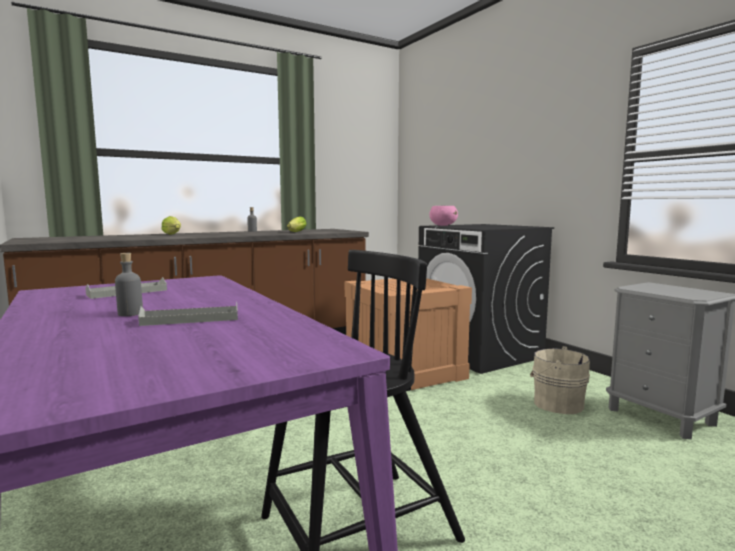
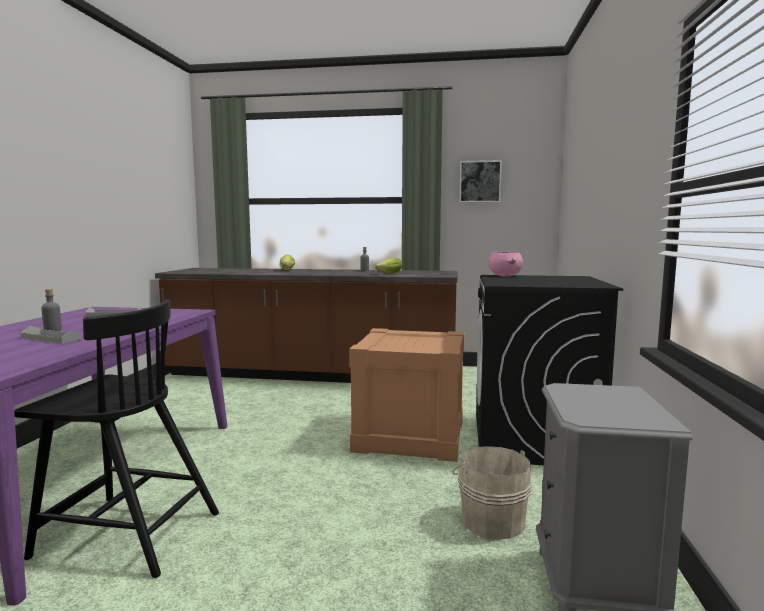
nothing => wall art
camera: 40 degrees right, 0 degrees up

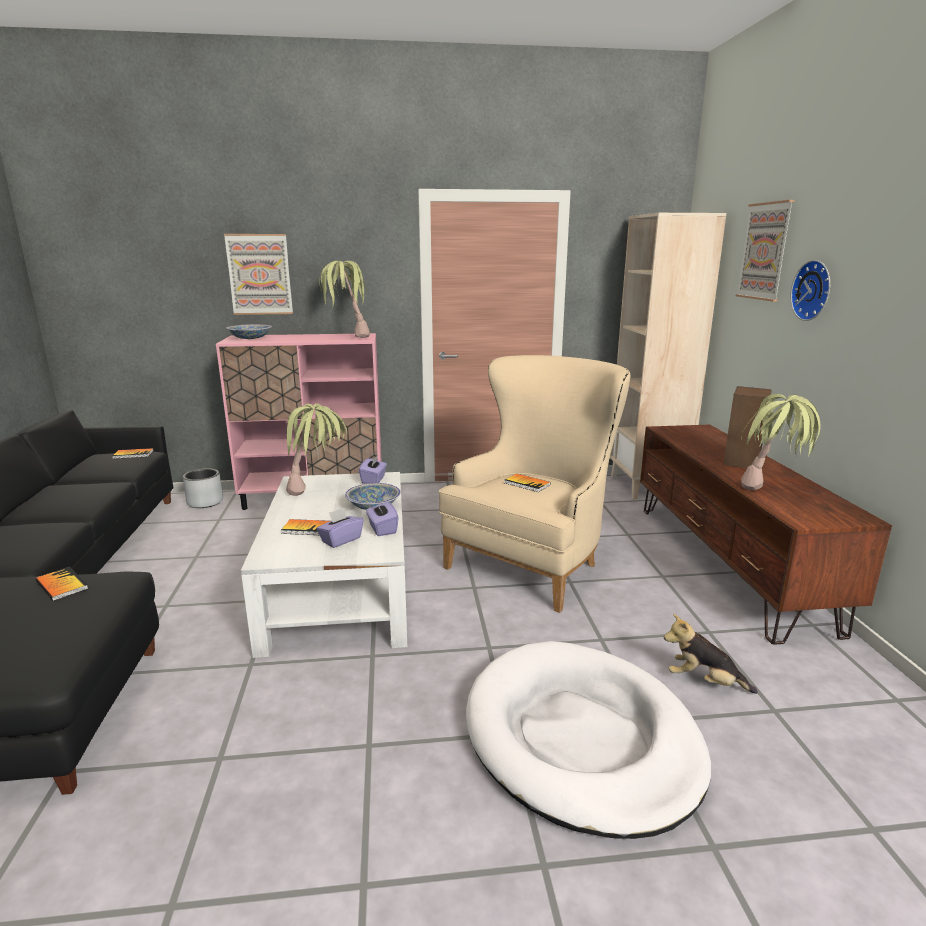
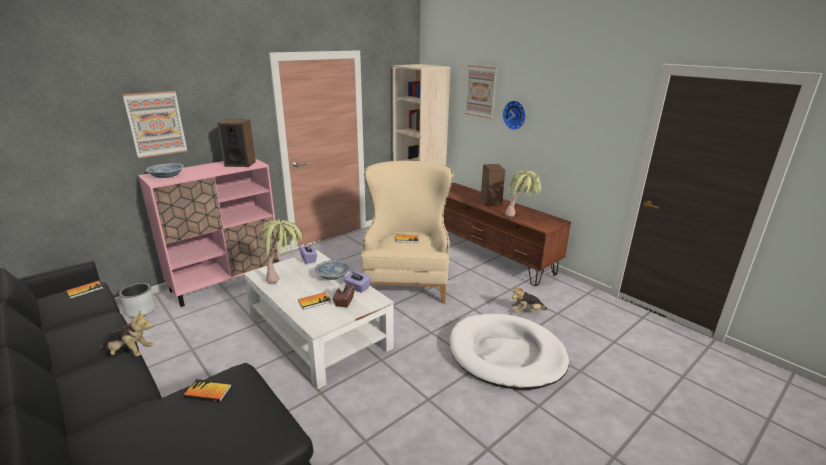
nothing => soft toy (no. 1 from left)
plant in a pot (no. 2 from left) => audio speaker (no. 1 from left)
box of tissues in purple-coloured (no. 1 from left) => box of tissues in brown-coloured
camera: 35 degrees left, 5 degrees up

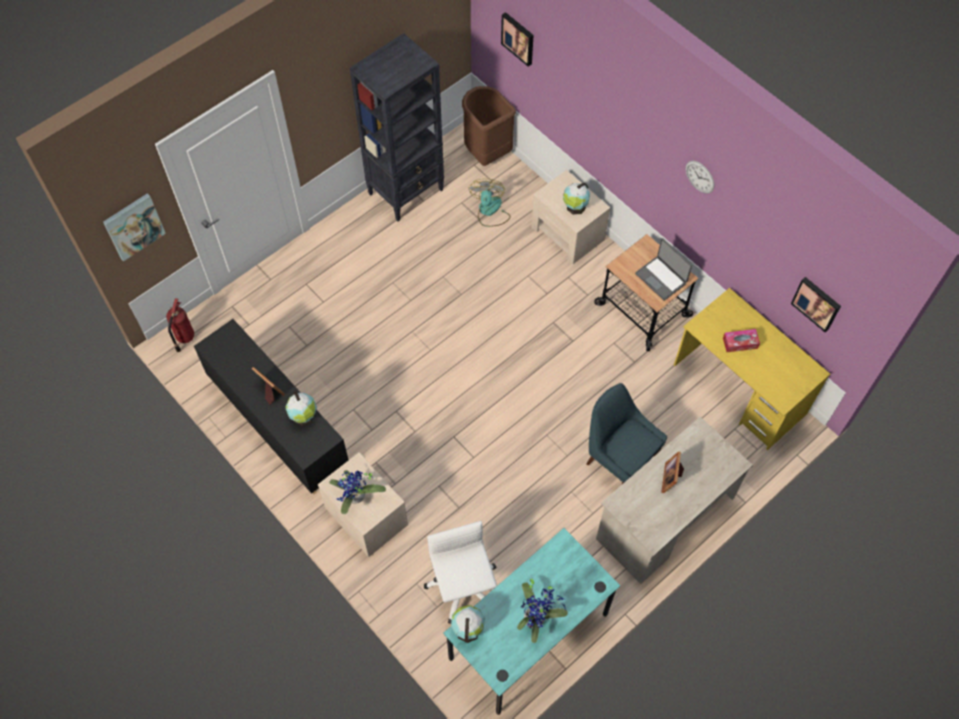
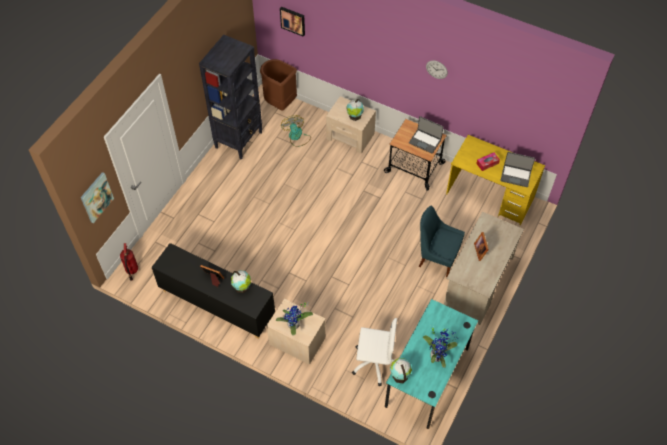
computer chair in whitish, 135 degrees clockwise
nothing => laptop (no. 2 from left)
wall art (no. 3 from left) => nothing
camera: 20 degrees left, 5 degrees down

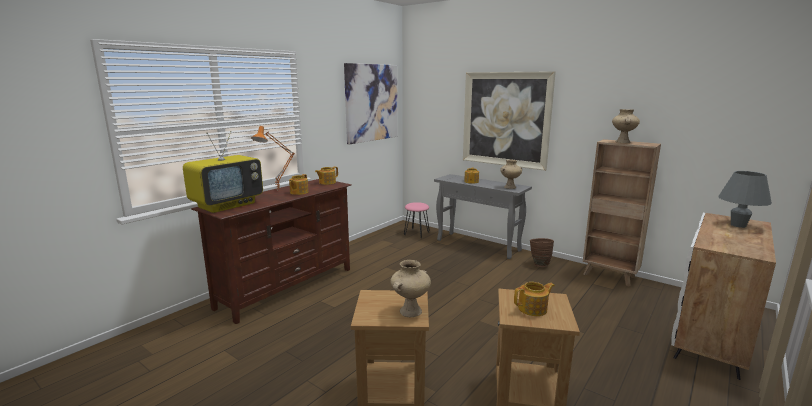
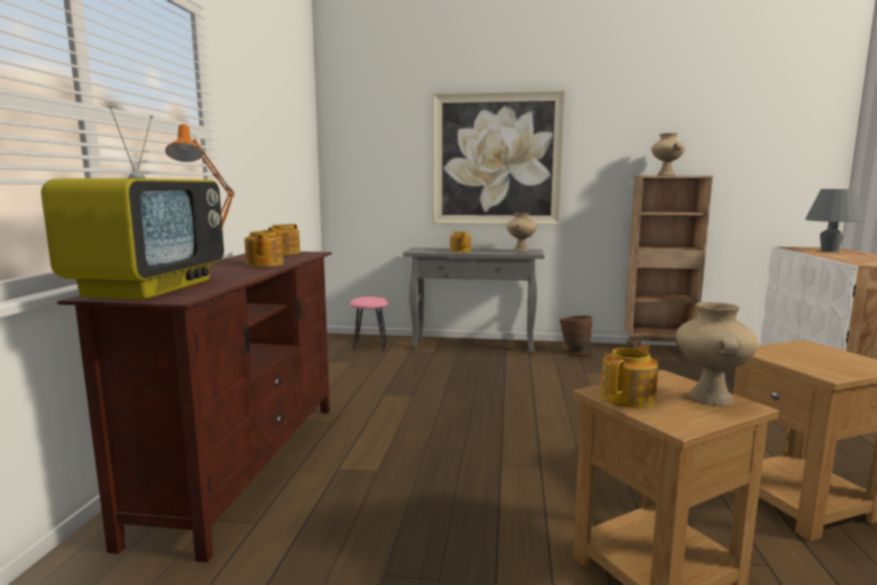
pot for tea (no. 4 from left), relocated
wall art (no. 1 from left) => nothing
camera: 30 degrees left, 5 degrees down

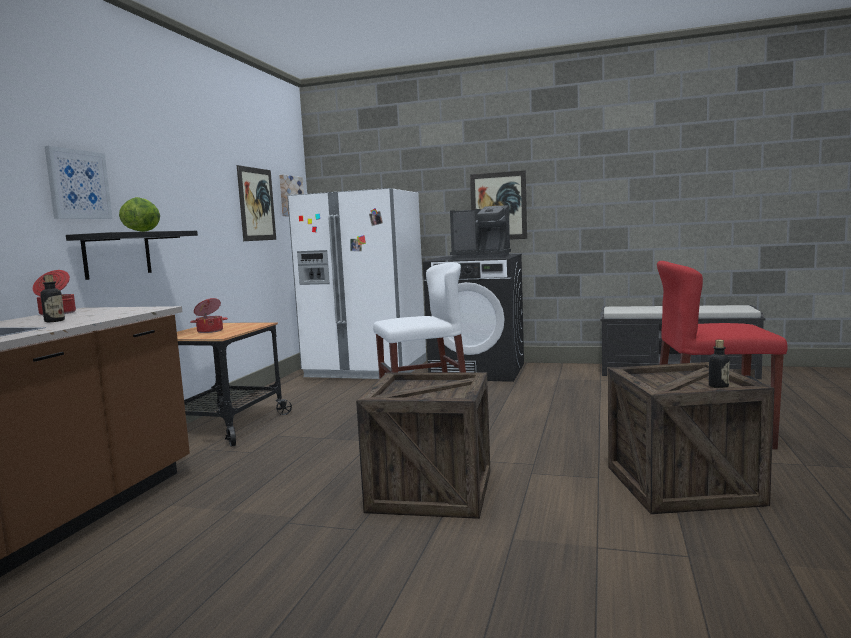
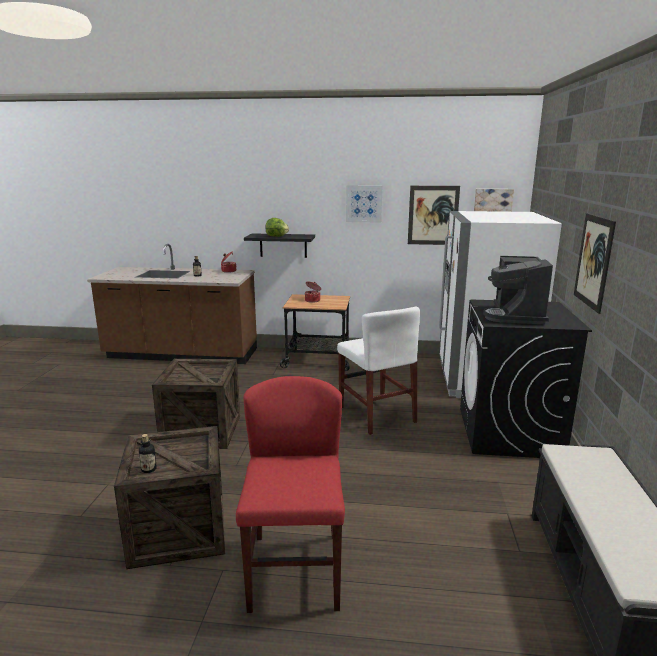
wall art (no. 1 from left), relocated
camera: 80 degrees right, 10 degrees up

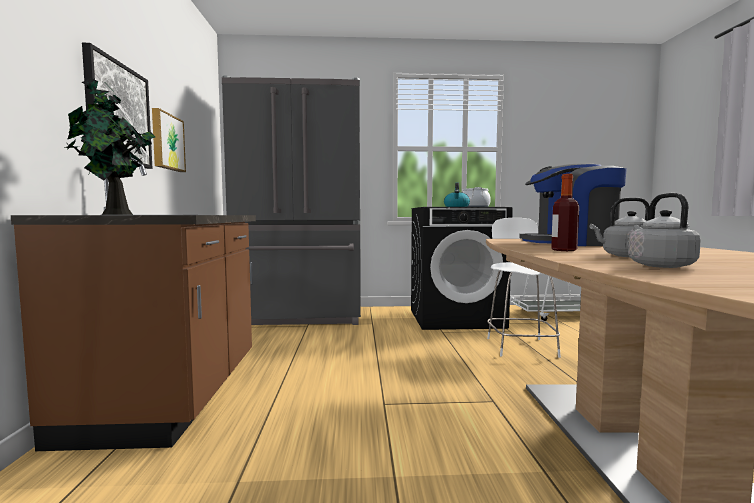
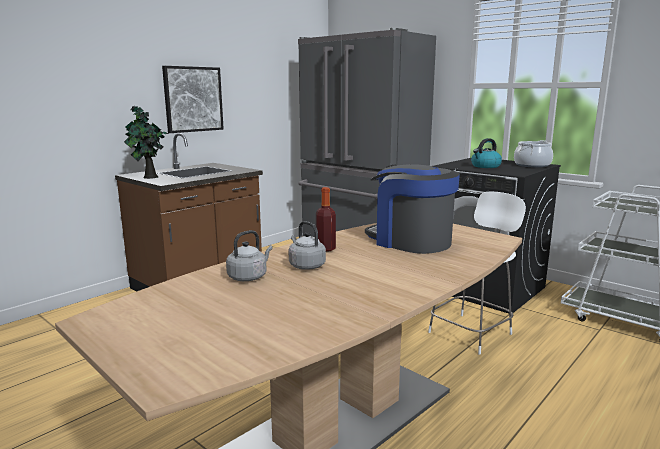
wall art (no. 2 from left) => nothing
camera: 45 degrees right, 10 degrees up

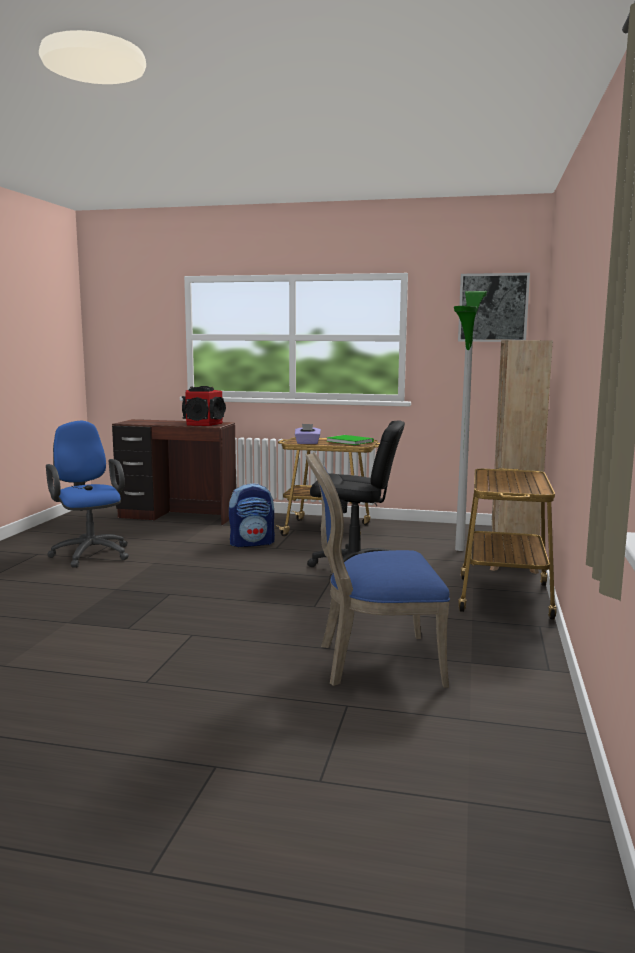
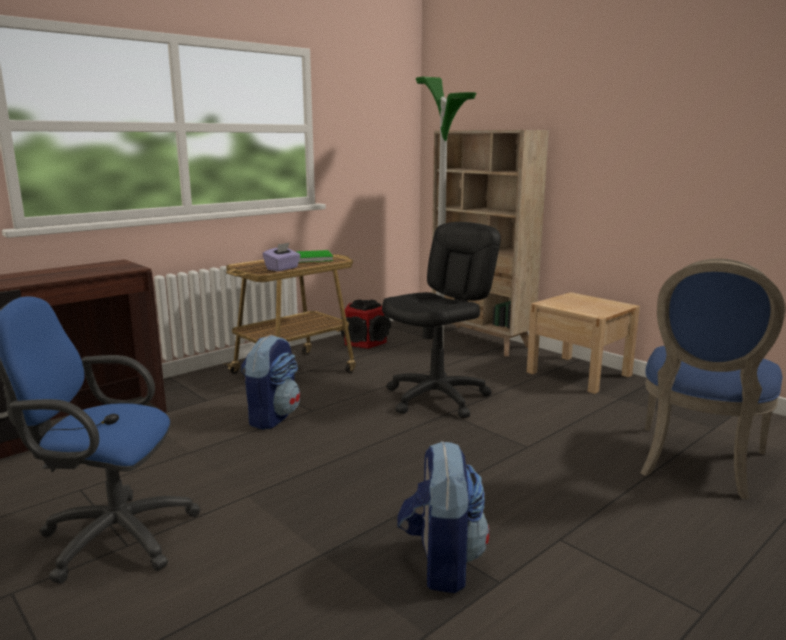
audio speaker, relocated
nothing => rucksack (no. 2 from left)
cart (no. 2 from left) => bedside table in sand-coloured
wall art => nothing
camera: 55 degrees left, 5 degrees up

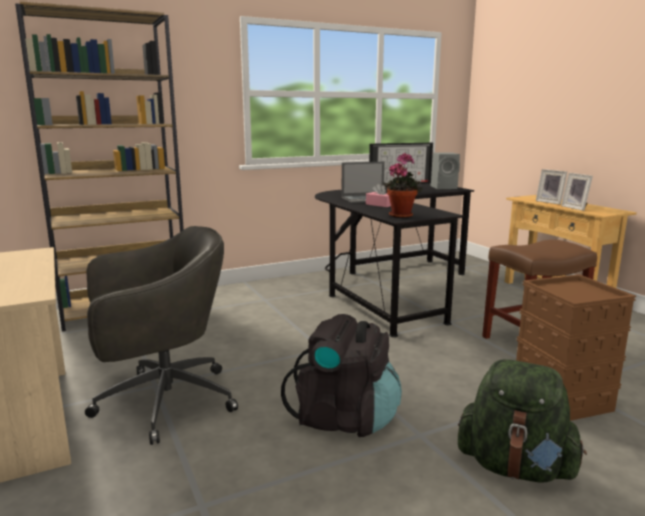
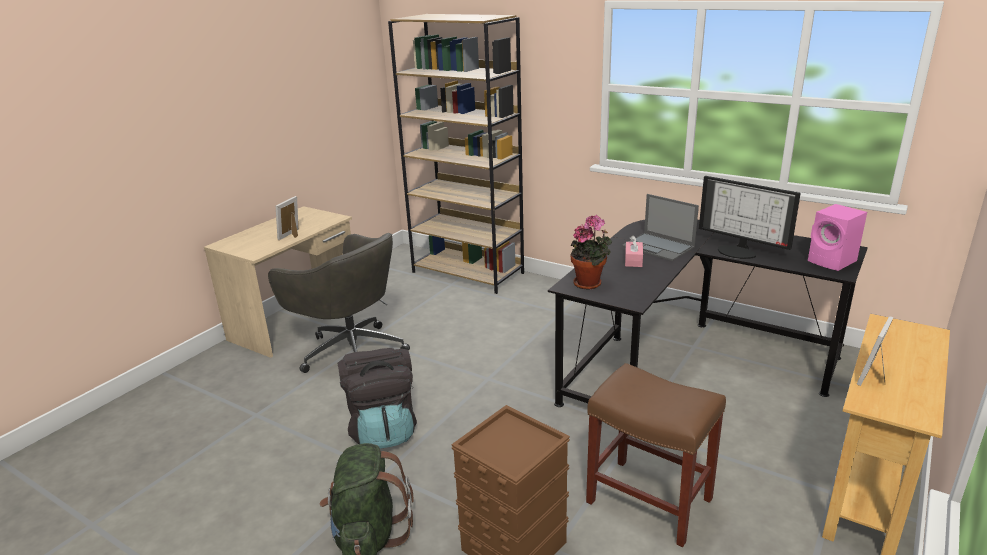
standing frame (no. 1 from left), relocated
audio speaker in grey => audio speaker in pink
camera: 60 degrees right, 10 degrees up

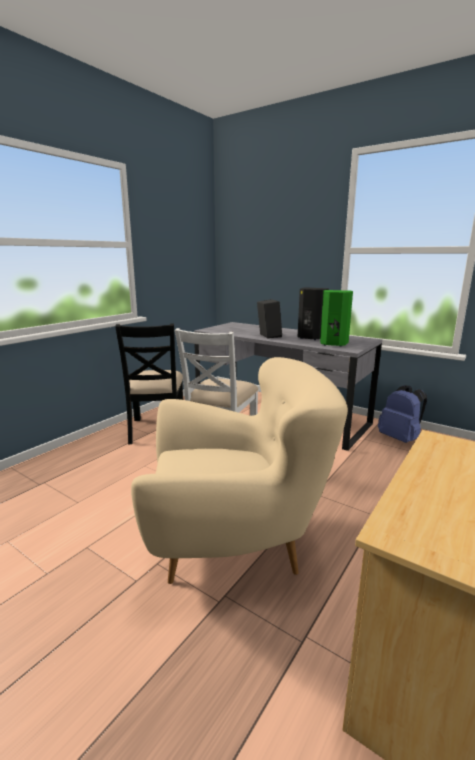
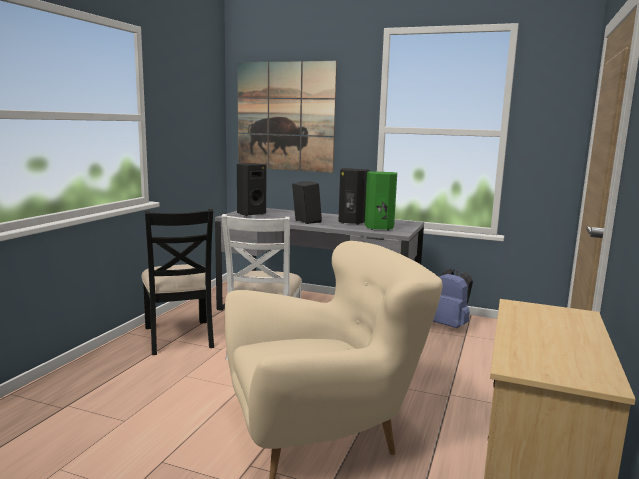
nothing => wall art
nothing => audio speaker in black (no. 1 from left)
camera: 15 degrees left, 5 degrees down

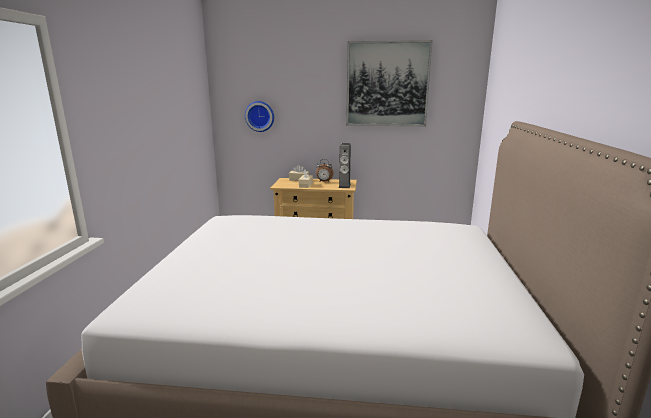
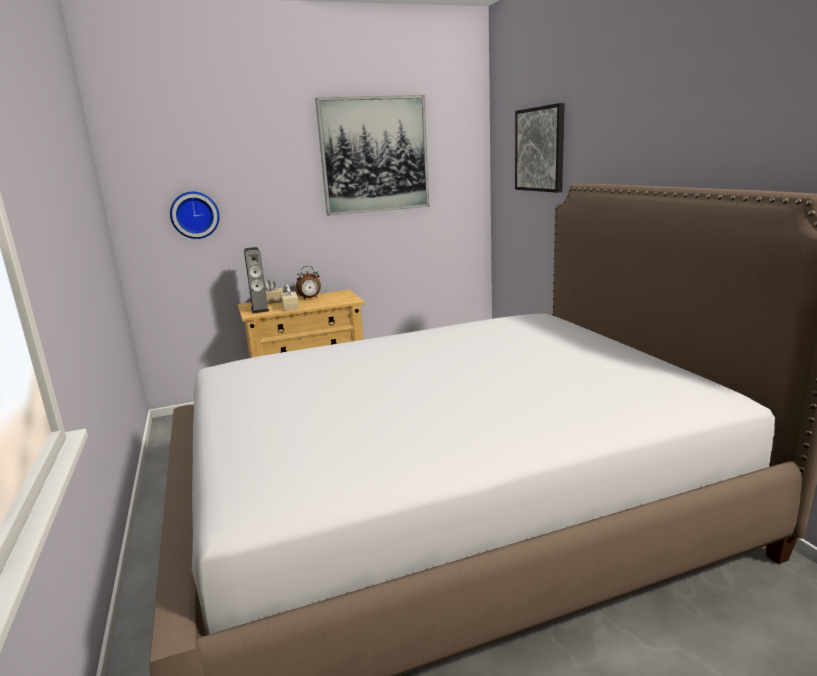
audio speaker, relocated
nothing => wall art (no. 2 from left)
camera: 25 degrees left, 0 degrees up

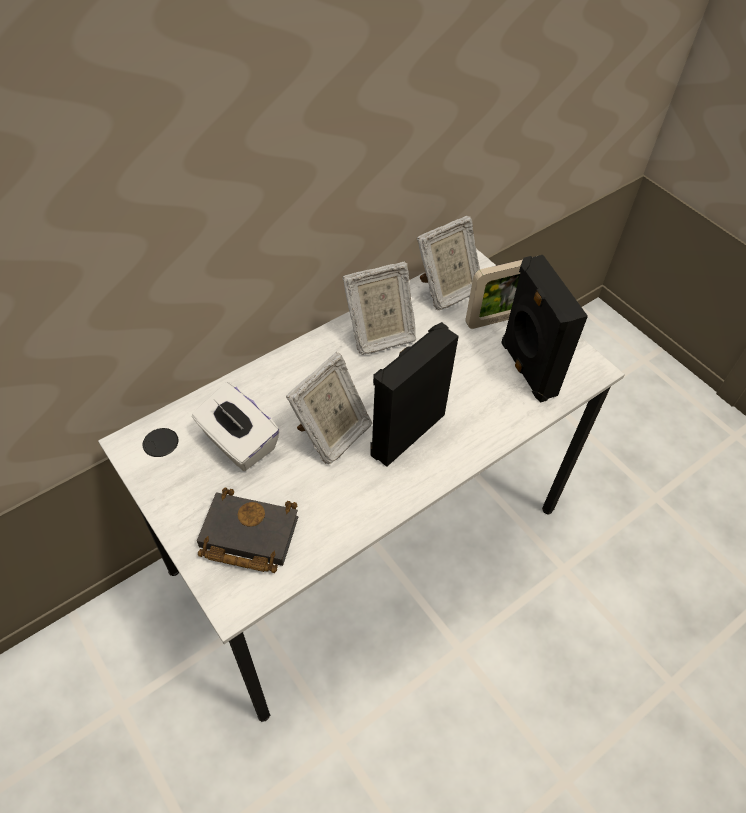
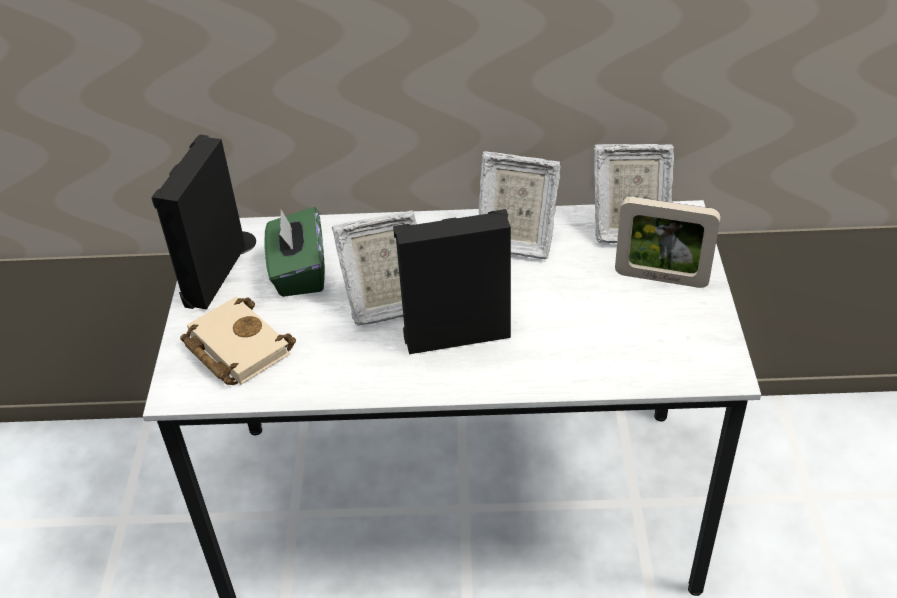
audio speaker in black (no. 2 from left in the first image) => audio speaker in black (no. 1 from left), relocated
volume in black => volume in sand-coloured
box of tissues in whitish => box of tissues in green
camera: 40 degrees right, 10 degrees down

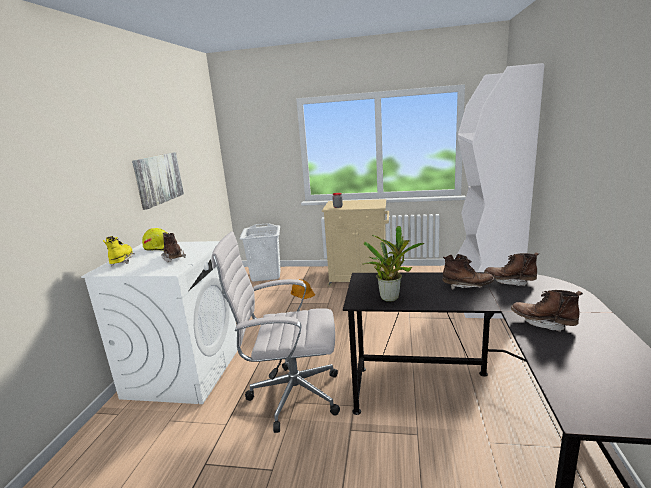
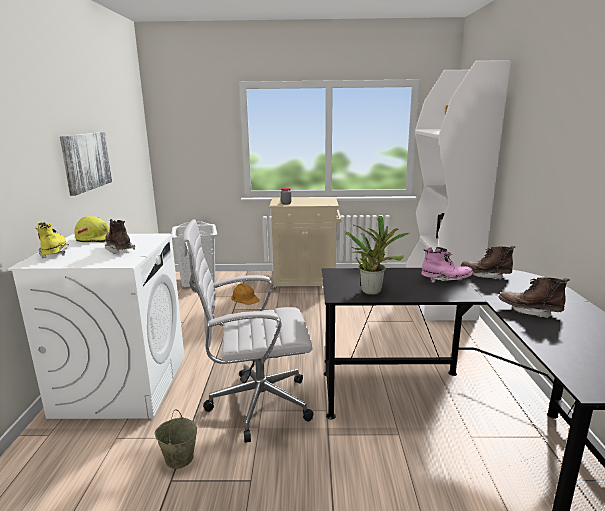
nothing => water bucket in sand-coloured
tall boot in brown-coloured (no. 2 from left) => tall boot in pink
camera: 10 degrees left, 0 degrees up

